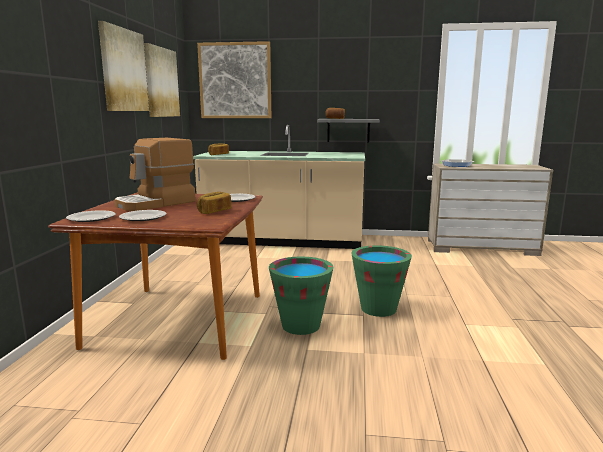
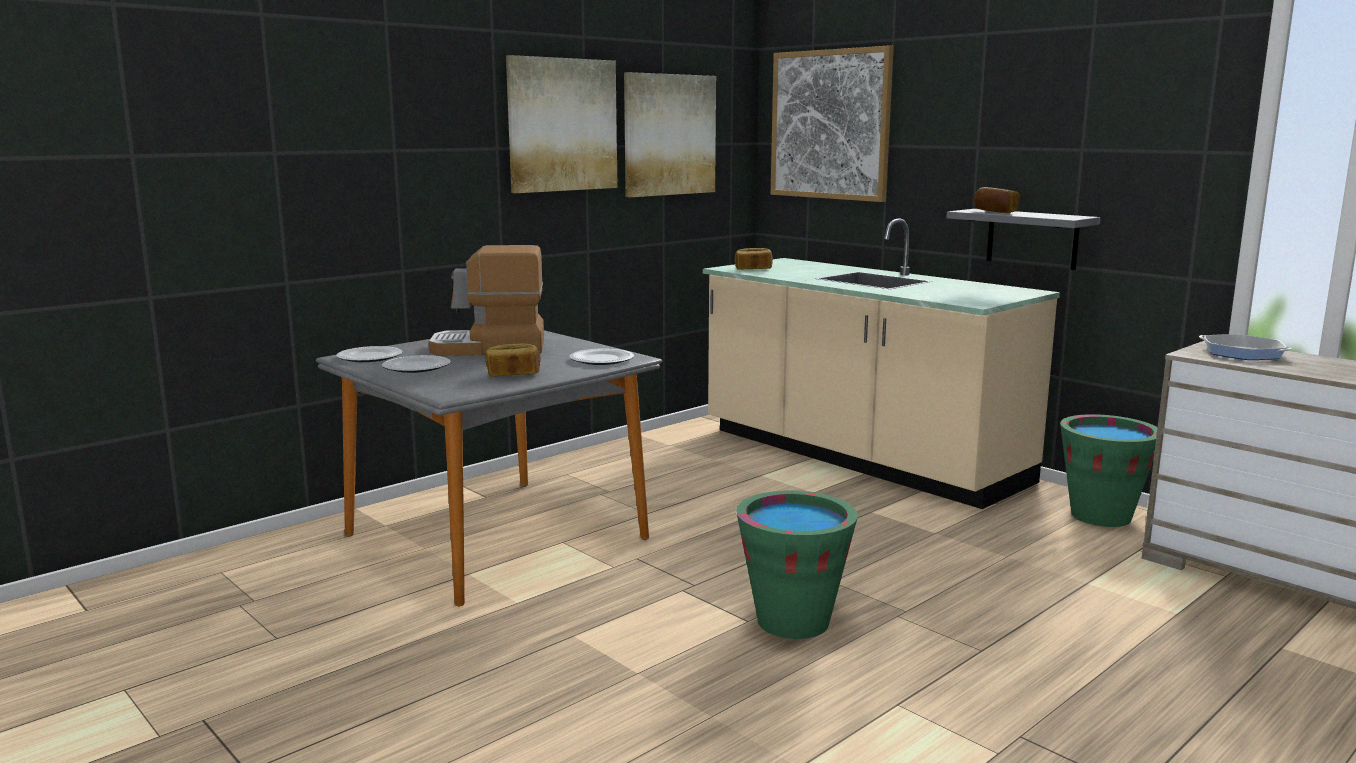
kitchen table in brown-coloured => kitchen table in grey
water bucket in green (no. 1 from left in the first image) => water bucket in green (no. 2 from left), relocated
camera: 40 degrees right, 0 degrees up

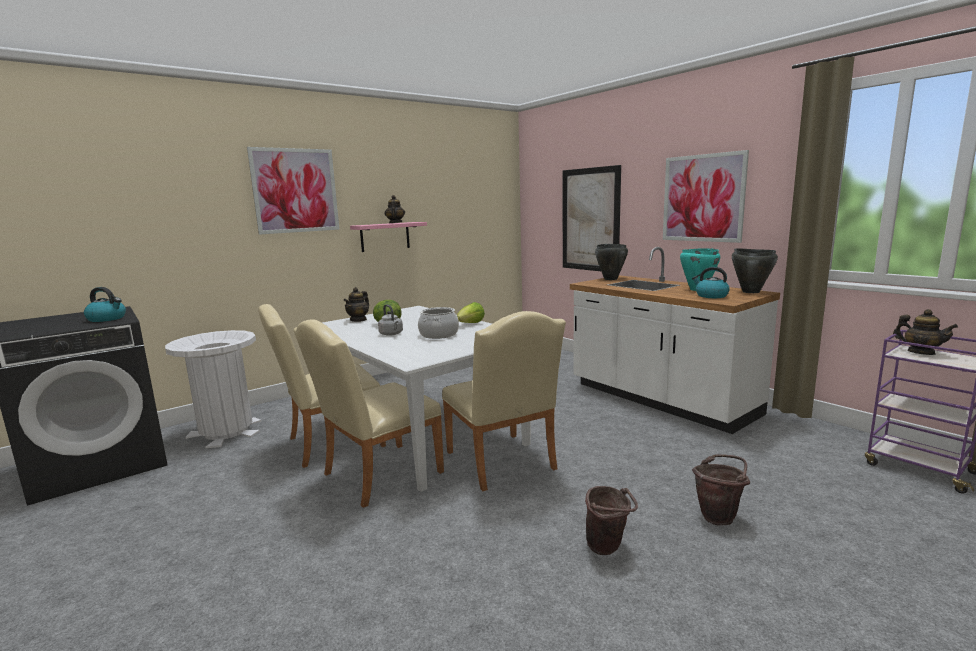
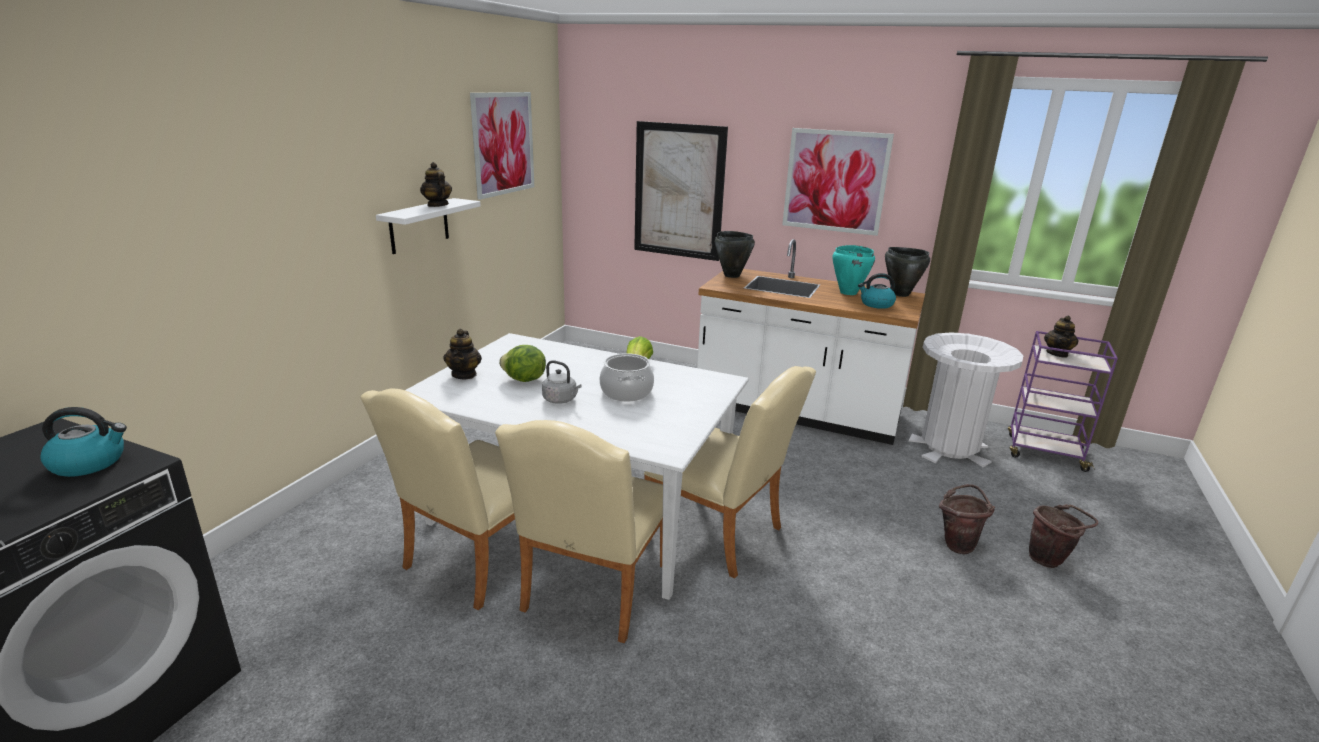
shelf in pink => shelf in whitish
wall art (no. 1 from left), relocated
waste bin in whitish, relocated
water bucket in brown-coloured (no. 1 from left in the first image) => water bucket in brown-coloured (no. 2 from left), relocated
pot for tea (no. 3 from left), 90 degrees clockwise
camera: 30 degrees left, 10 degrees up

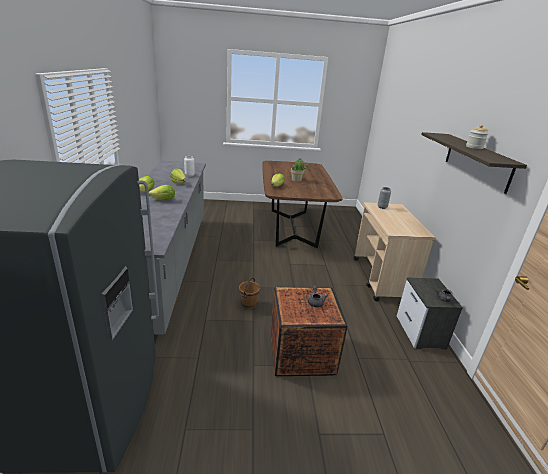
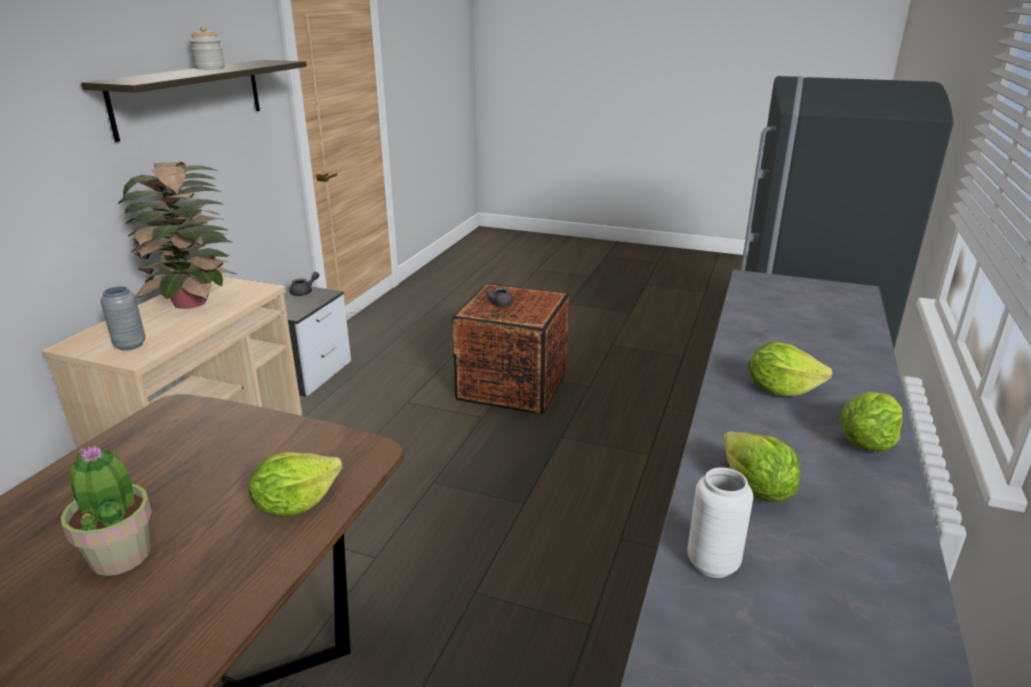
nothing => plant in a pot (no. 2 from left)
water bucket in brown-coloured => nothing
camera: 155 degrees left, 0 degrees up

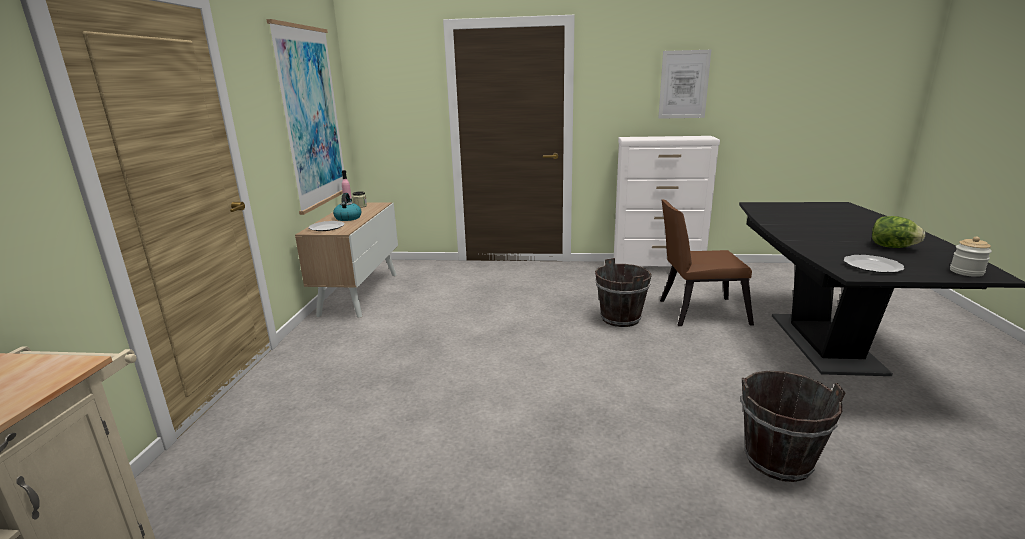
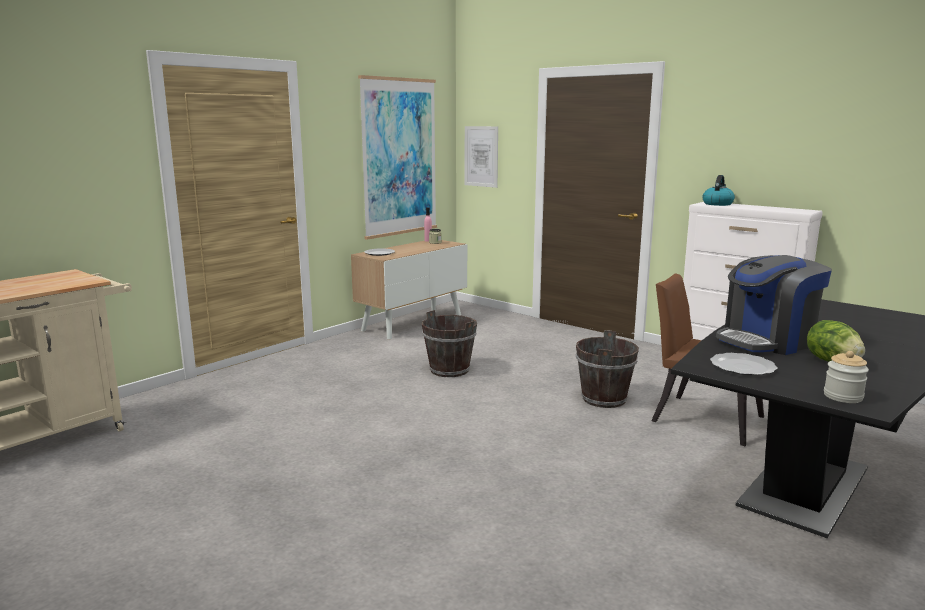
water bucket in brown-coloured (no. 2 from left in the first image) => water bucket in brown-coloured (no. 1 from left), relocated
wall art (no. 2 from left), relocated
water kettle, relocated
nothing => coffee machine
camera: 35 degrees right, 5 degrees down

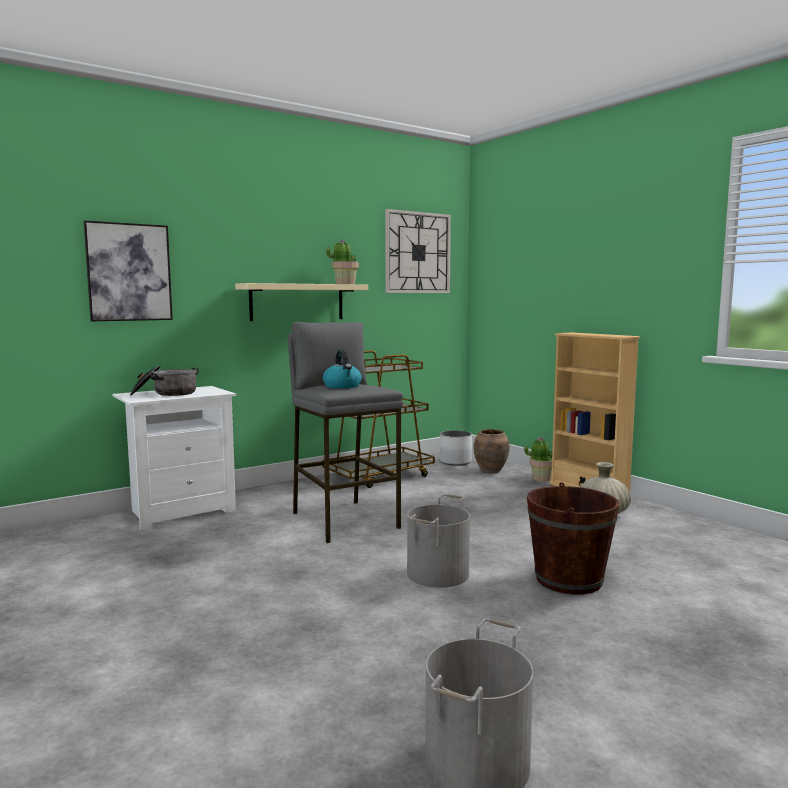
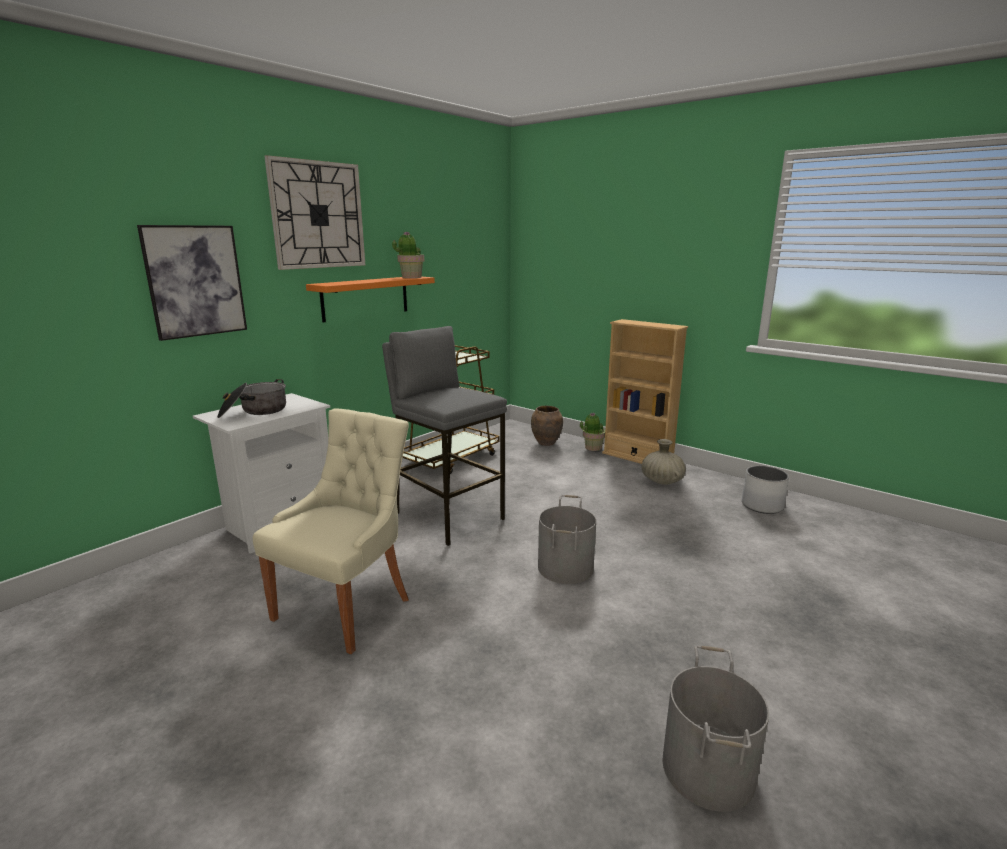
nothing => plain chair in sand-coloured
hanging clock, relocated
shelf in sand-coloured => shelf in orange-coloured
planter in whitish, relocated
water kettle => nothing
water bucket in brown-coloured => nothing
camera: 15 degrees left, 10 degrees up

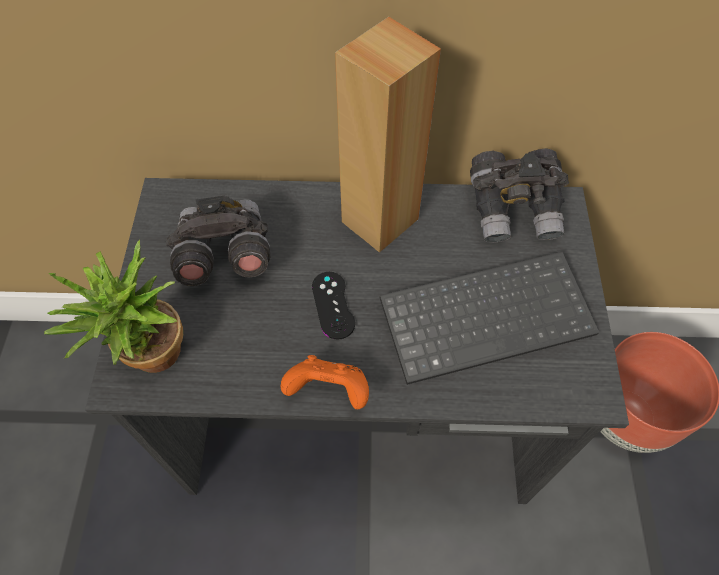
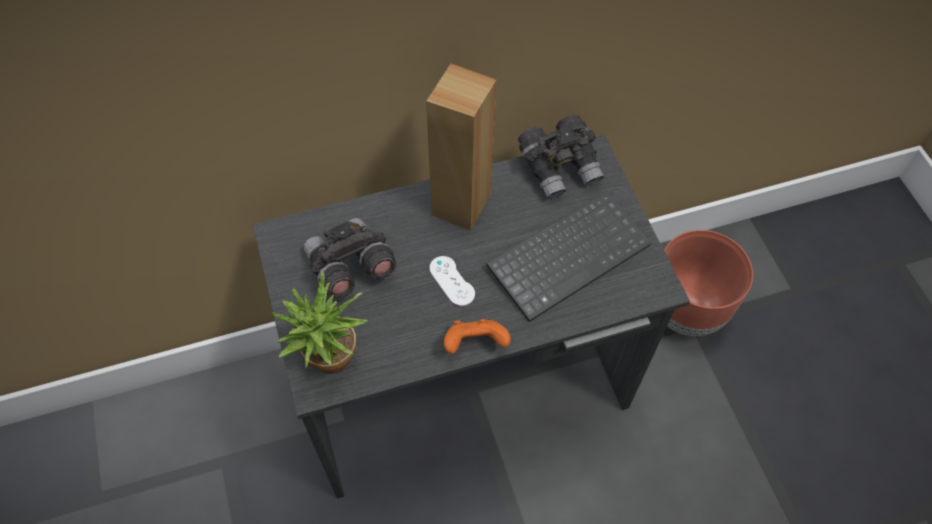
game controller in black => game controller in whitish
camera: 20 degrees left, 0 degrees up

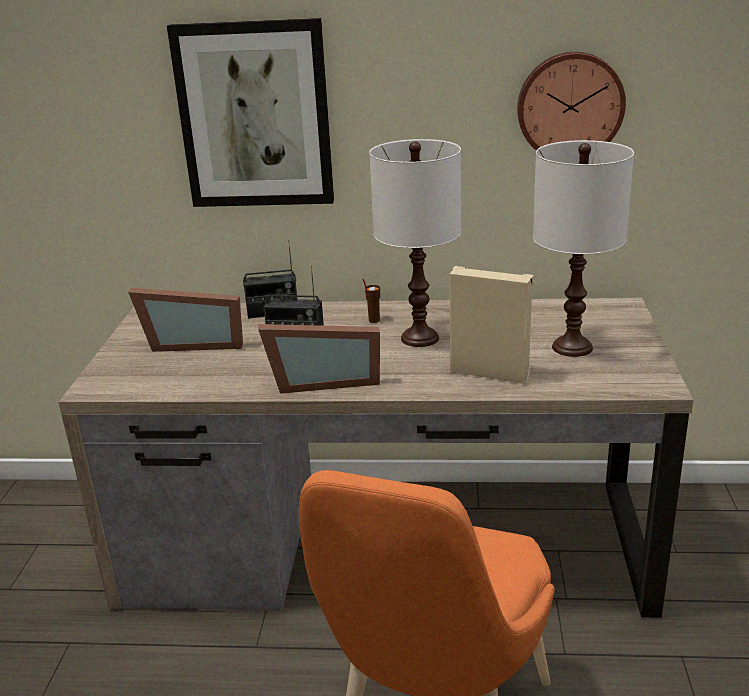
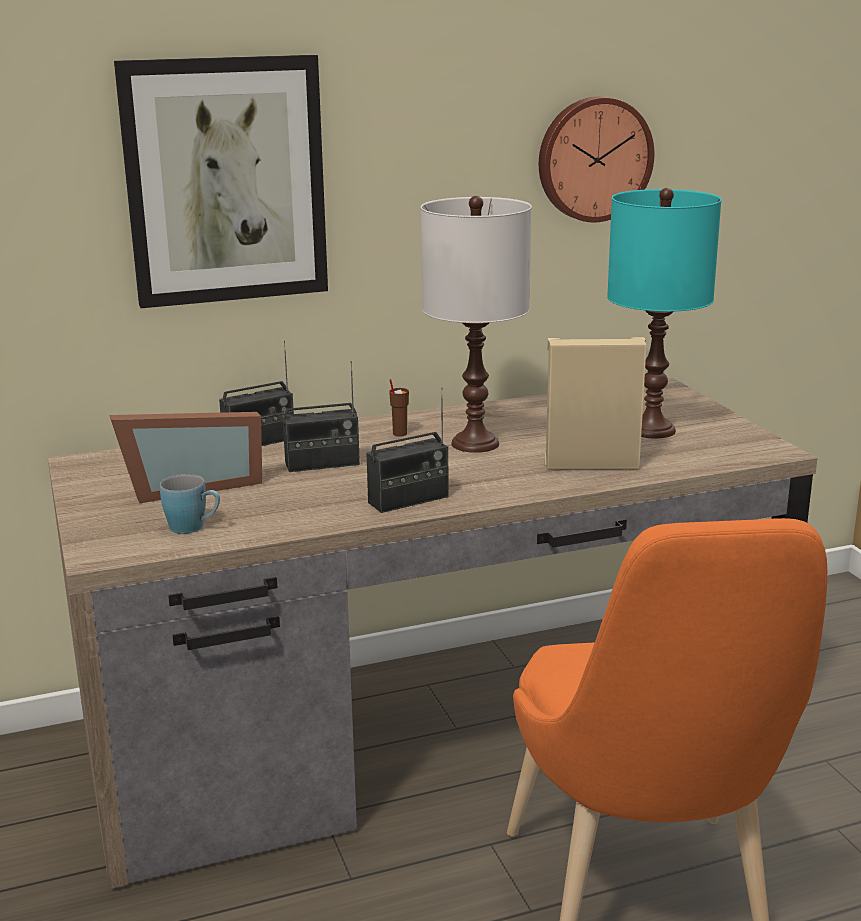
nothing => coffee mug in bluish
standing frame (no. 2 from left) => radio receiver (no. 3 from left)
tabletop lamp in whitish (no. 2 from left) => tabletop lamp in blue-green
camera: 25 degrees left, 5 degrees down

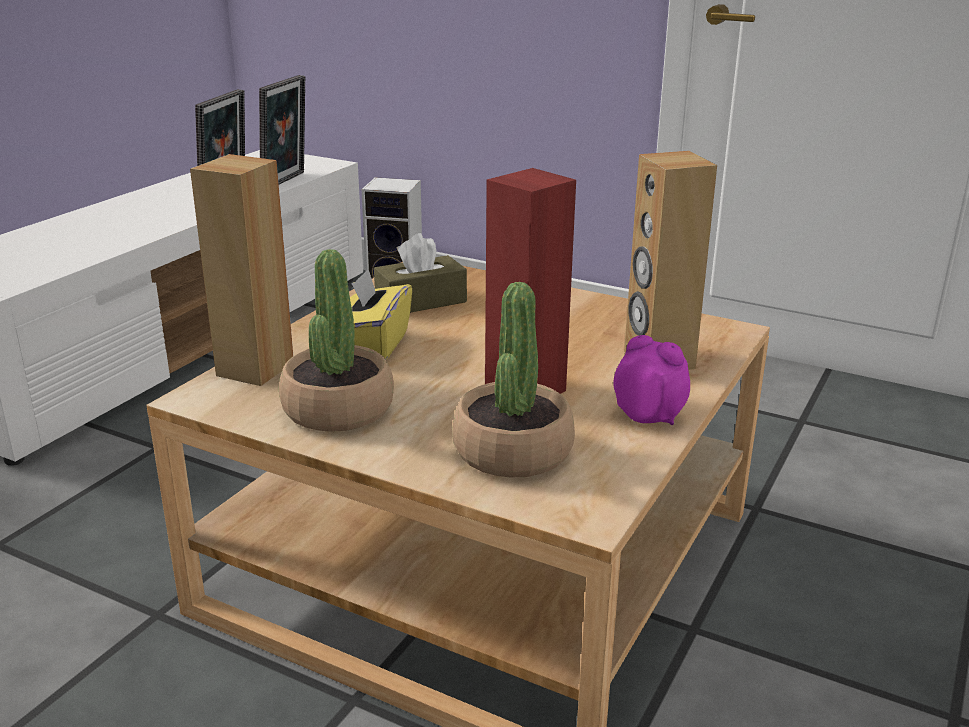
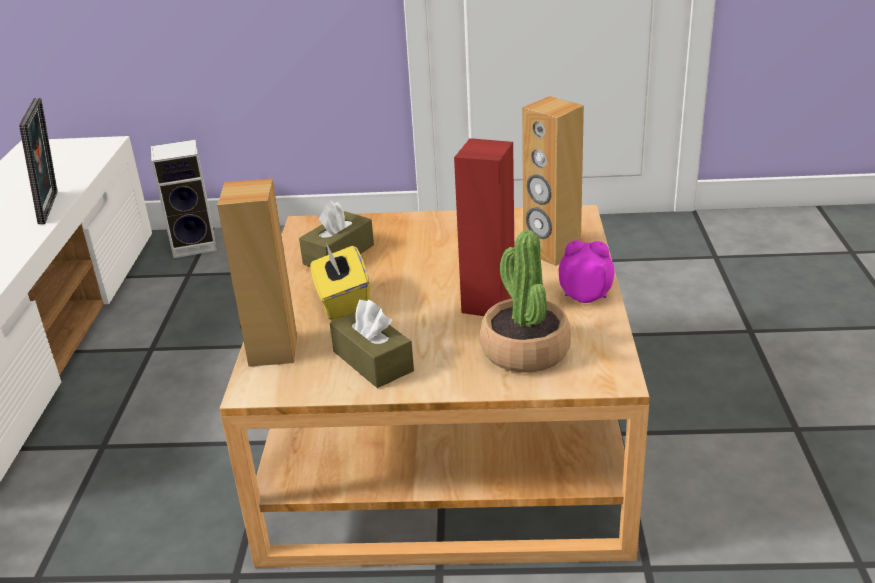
plant in a pot (no. 1 from left) => box of tissues in brown-coloured (no. 2 from left)
standing frame (no. 2 from left) => nothing
camera: 25 degrees left, 5 degrees up

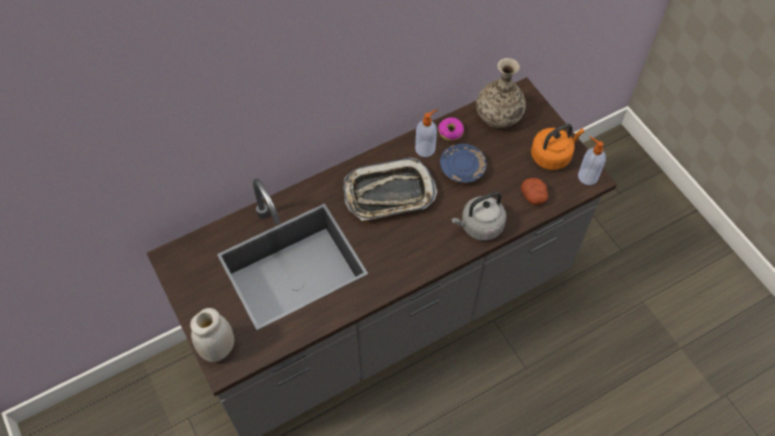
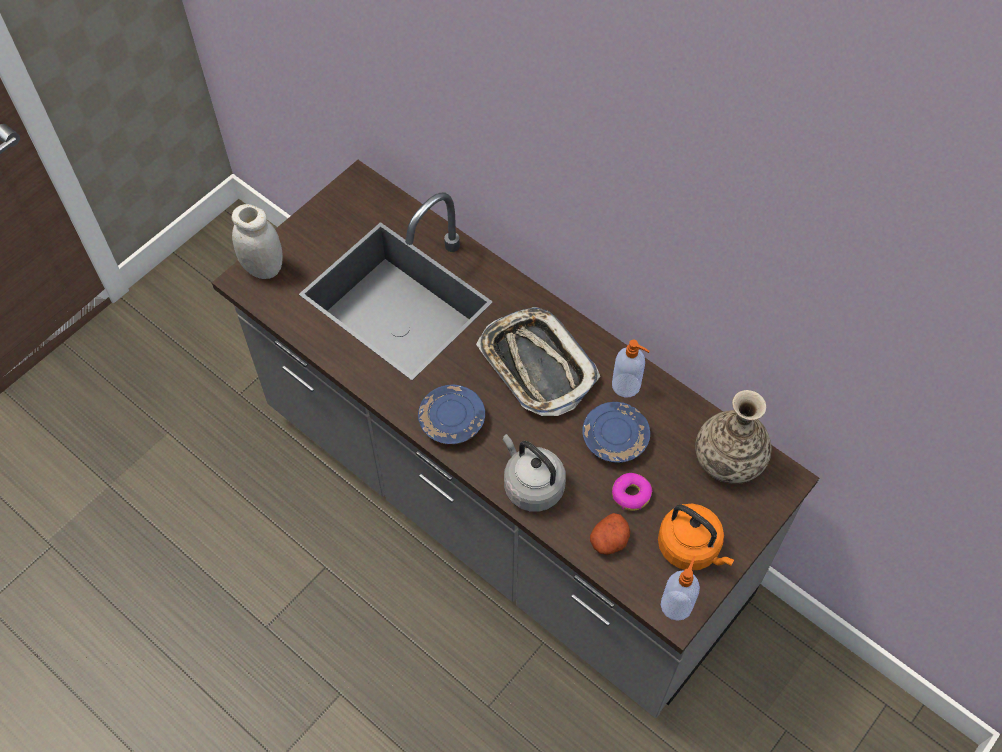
nothing => dinner plate in bluish (no. 1 from left)
ring doughnut, relocated
camera: 70 degrees right, 0 degrees up

